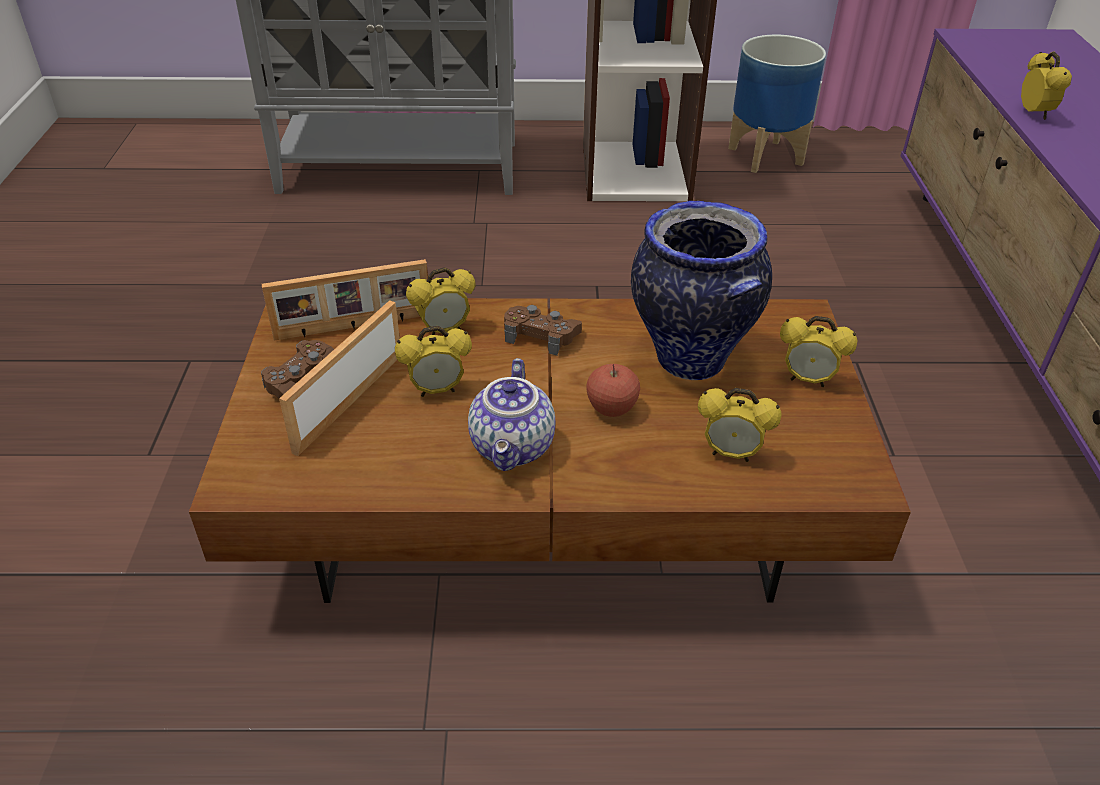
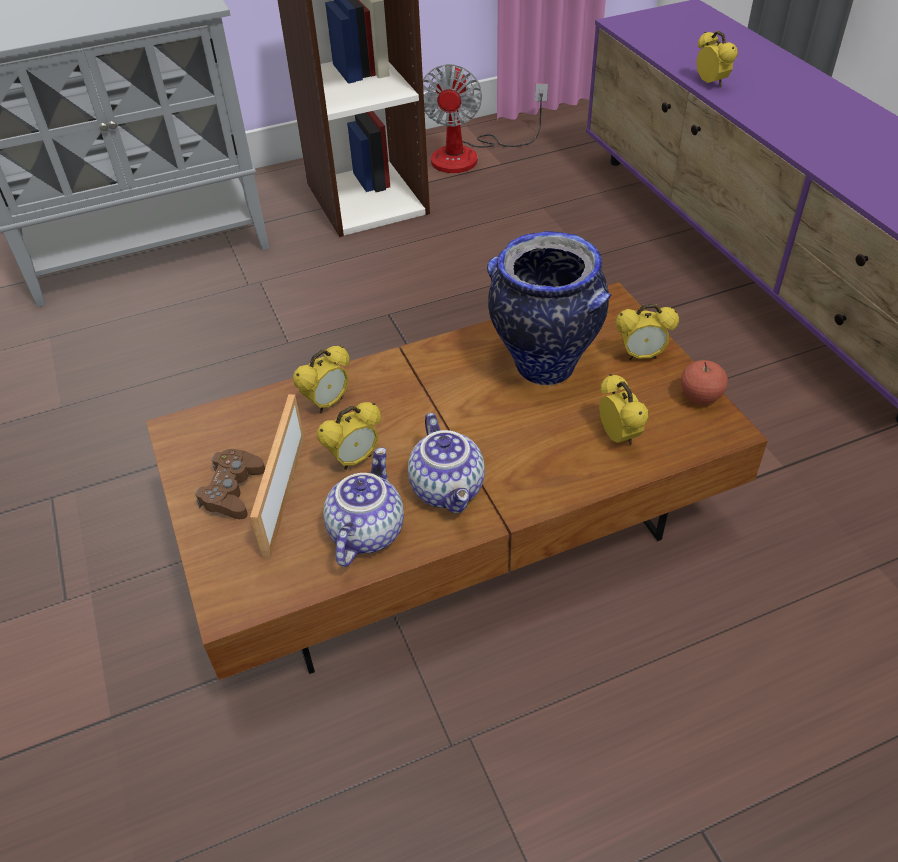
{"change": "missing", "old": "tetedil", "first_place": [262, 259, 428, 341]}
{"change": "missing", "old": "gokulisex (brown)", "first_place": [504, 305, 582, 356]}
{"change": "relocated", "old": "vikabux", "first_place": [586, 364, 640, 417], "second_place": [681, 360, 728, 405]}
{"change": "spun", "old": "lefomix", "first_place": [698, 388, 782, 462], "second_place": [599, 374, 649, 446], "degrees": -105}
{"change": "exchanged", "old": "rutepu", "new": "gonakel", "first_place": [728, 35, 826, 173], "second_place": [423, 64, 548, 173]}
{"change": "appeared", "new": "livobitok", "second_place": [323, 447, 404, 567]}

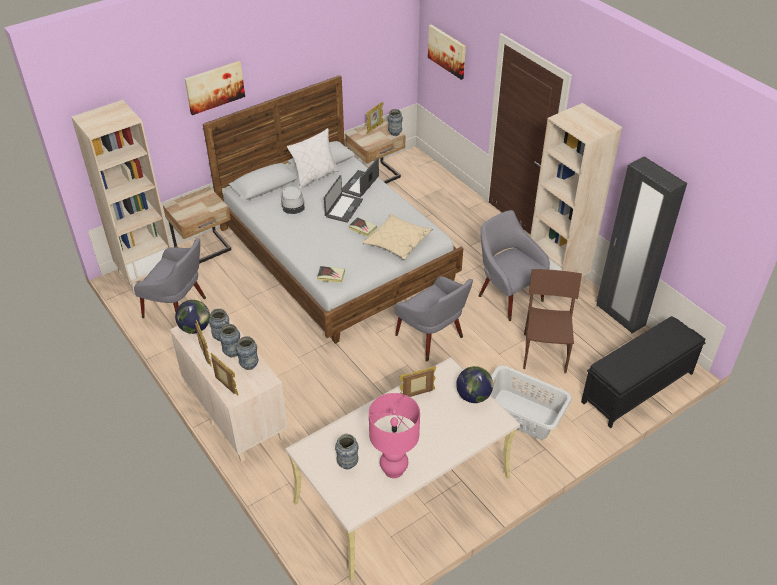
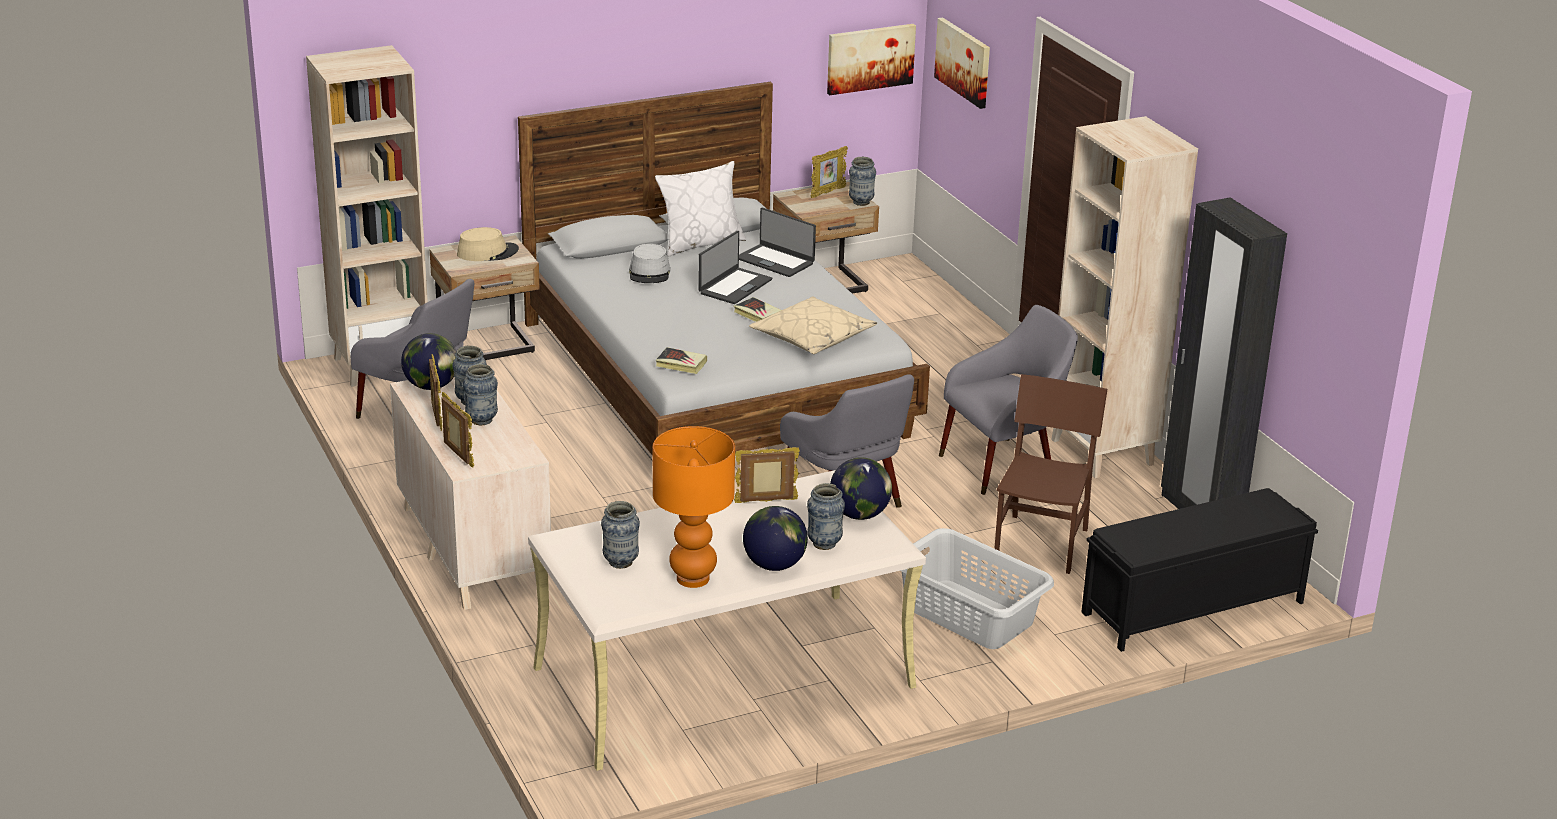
{"change": "relocated", "old": "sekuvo", "first_place": [184, 61, 245, 115], "second_place": [827, 24, 916, 95]}
{"change": "relocated", "old": "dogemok", "first_place": [236, 336, 258, 370], "second_place": [807, 483, 845, 550]}
{"change": "spun", "old": "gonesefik", "first_place": [342, 158, 379, 197], "second_place": [739, 207, 816, 277], "degrees": -90}
{"change": "colour", "old": "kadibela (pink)", "new": "kadibela (orange)", "first_place": [369, 393, 420, 478], "second_place": [653, 426, 735, 588]}
{"change": "spun", "old": "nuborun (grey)", "first_place": [479, 210, 550, 321], "second_place": [939, 305, 1078, 495], "degrees": 90}
{"change": "appeared", "new": "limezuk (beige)", "second_place": [457, 227, 519, 261]}
{"change": "appeared", "new": "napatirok", "second_place": [743, 506, 808, 571]}

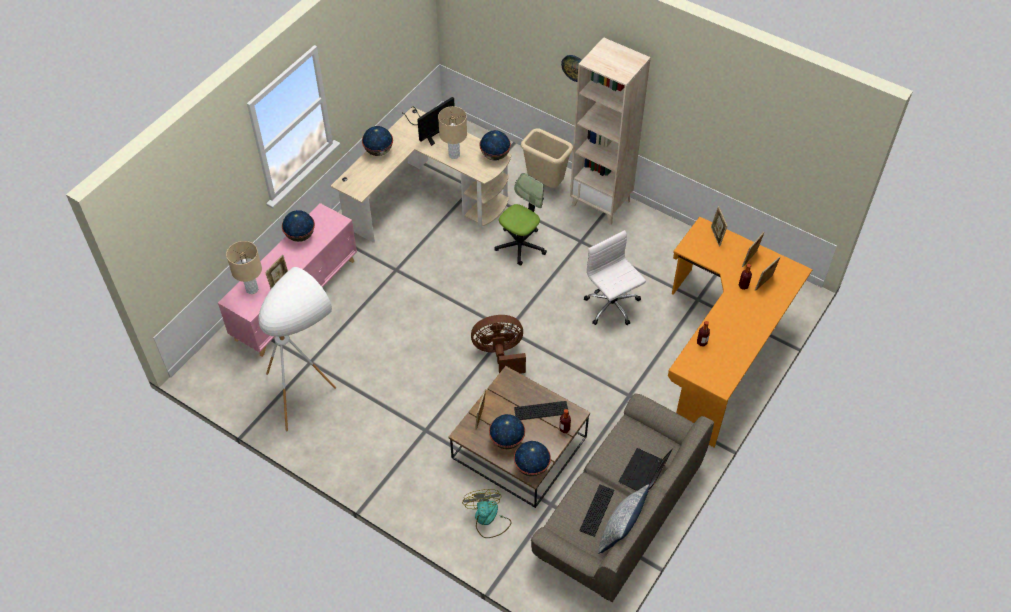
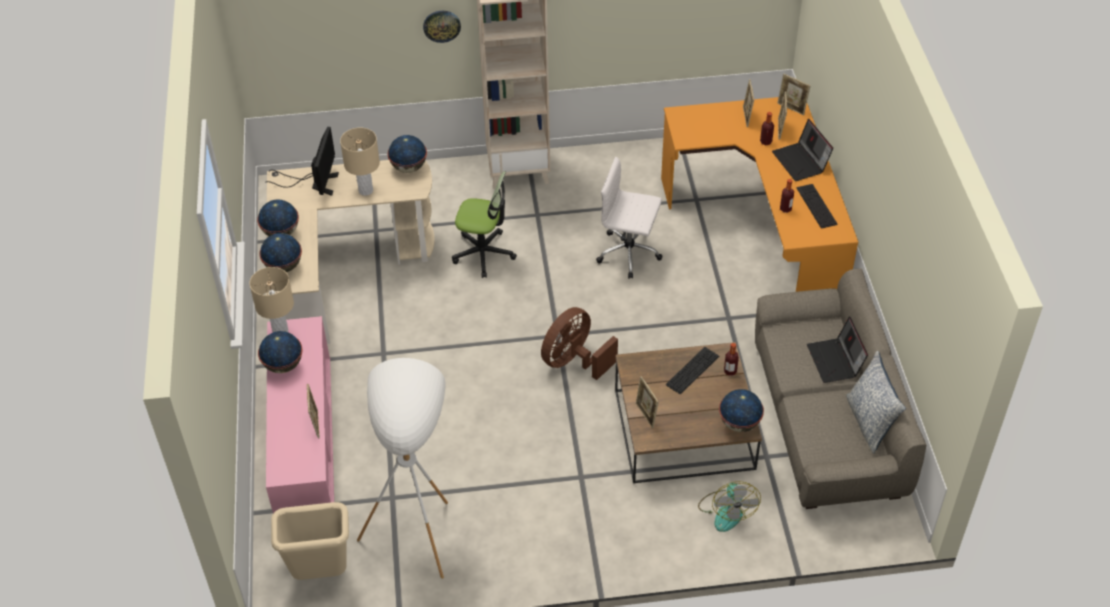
{"change": "relocated", "old": "kadibela (beige)", "first_place": [226, 241, 262, 294], "second_place": [249, 267, 294, 332]}
{"change": "spun", "old": "gonakel", "first_place": [462, 489, 512, 538], "second_place": [698, 481, 761, 532], "degrees": -135}
{"change": "relocated", "old": "napatirok", "first_place": [489, 414, 525, 449], "second_place": [259, 233, 302, 272]}
{"change": "spun", "old": "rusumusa", "first_place": [495, 173, 547, 266], "second_place": [452, 171, 517, 278], "degrees": 105}
{"change": "relocated", "old": "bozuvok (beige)", "first_place": [521, 128, 573, 188], "second_place": [271, 502, 349, 580]}
{"change": "relocated", "old": "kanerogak", "first_place": [579, 485, 615, 537], "second_place": [797, 184, 838, 229]}
{"change": "relocated", "old": "tetedil", "first_place": [711, 206, 728, 247], "second_place": [777, 74, 810, 115]}
{"change": "appeared", "new": "gonesefik", "second_place": [772, 119, 833, 181]}

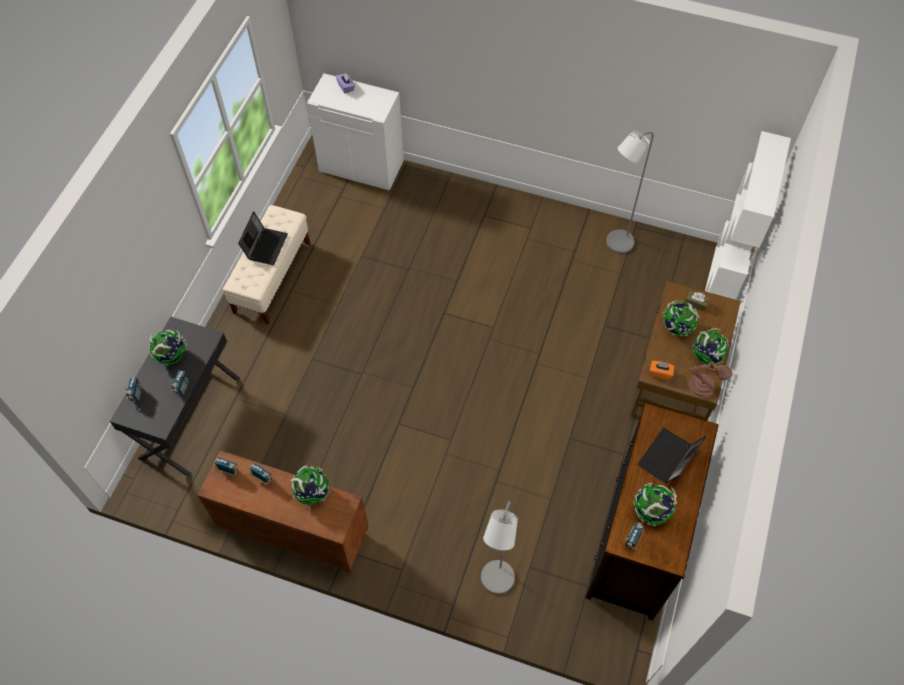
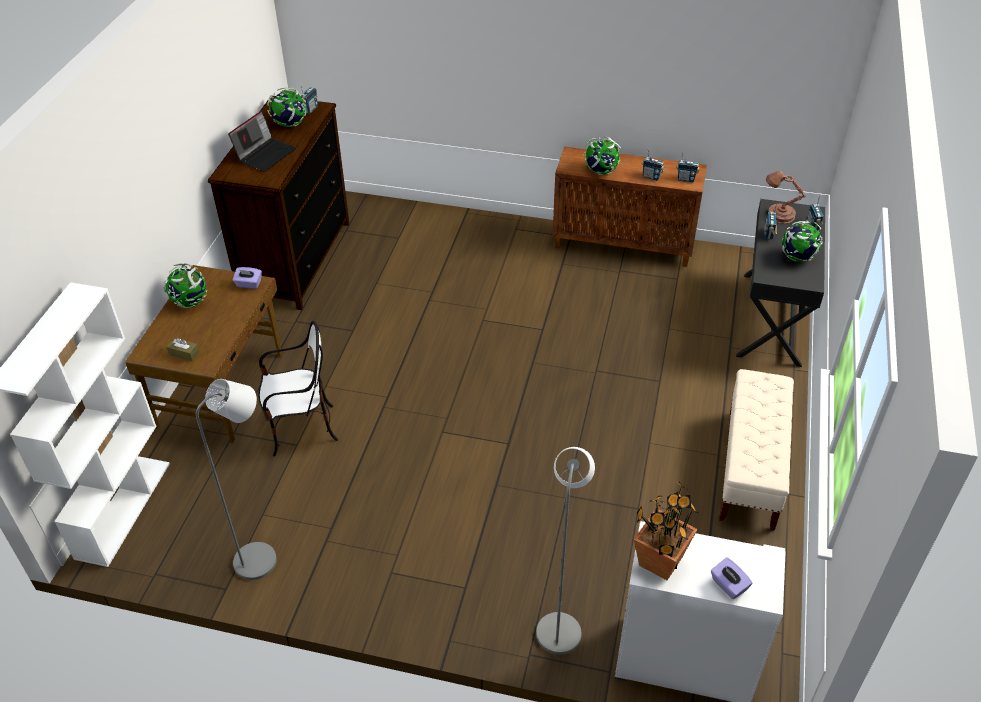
{"change": "missing", "old": "gonesefik", "first_place": [238, 212, 288, 265]}
{"change": "relocated", "old": "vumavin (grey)", "first_place": [481, 501, 518, 594], "second_place": [536, 447, 595, 655]}
{"change": "colour", "old": "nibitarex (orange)", "new": "nibitarex (purple)", "first_place": [650, 361, 674, 380], "second_place": [232, 267, 262, 289]}
{"change": "missing", "old": "napatirok", "first_place": [662, 300, 700, 336]}
{"change": "relocated", "old": "kadibela (brown)", "first_place": [689, 362, 732, 398], "second_place": [766, 171, 806, 224]}
{"change": "appeared", "new": "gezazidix", "second_place": [258, 321, 338, 456]}
{"change": "appeared", "new": "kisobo", "second_place": [634, 481, 698, 580]}

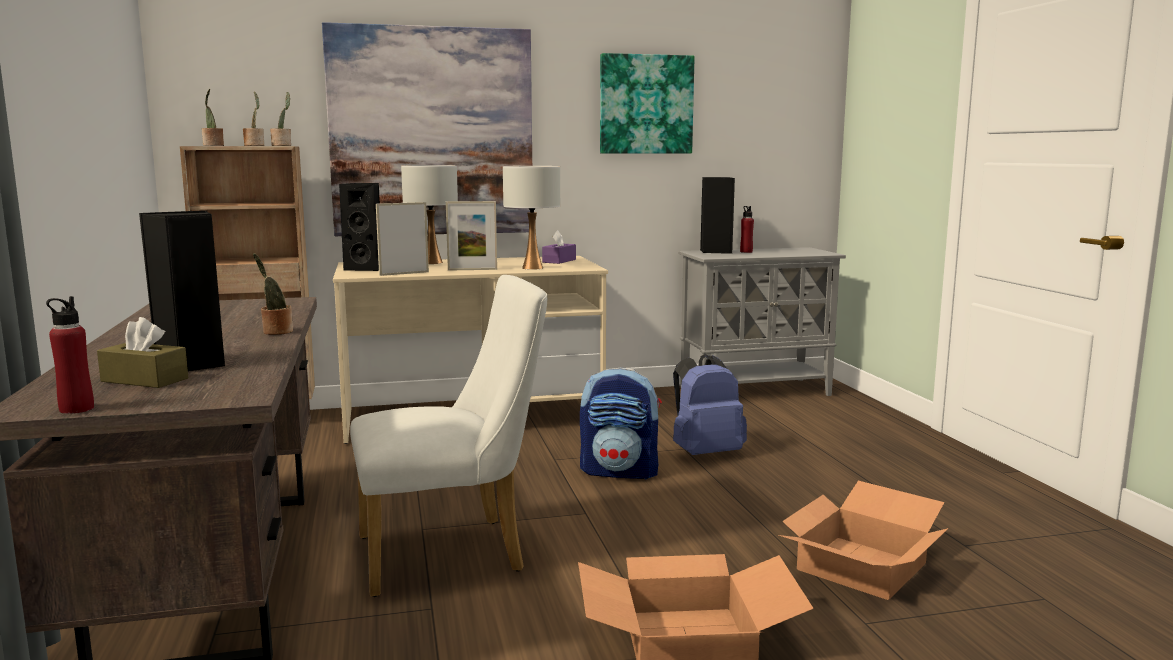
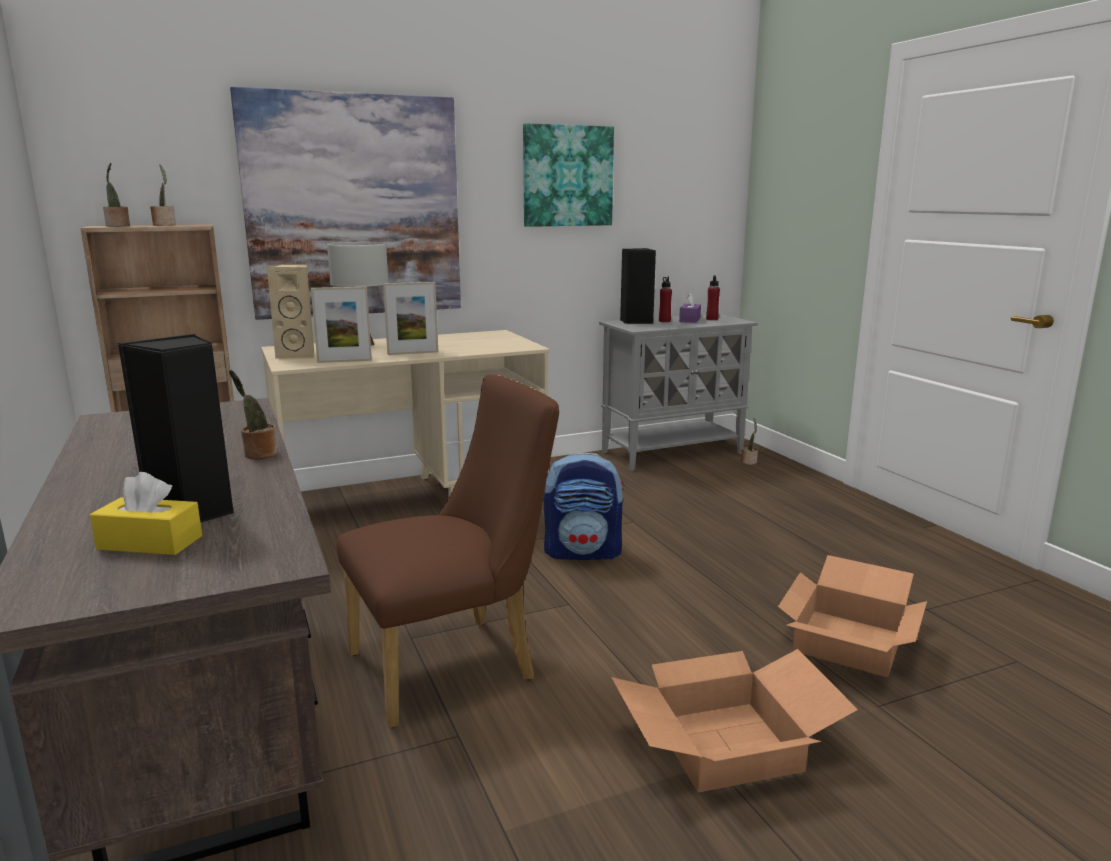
{"change": "relocated", "old": "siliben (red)", "first_place": [46, 296, 94, 414], "second_place": [706, 275, 720, 320]}
{"change": "colour", "old": "nibitarex (brown)", "new": "nibitarex (yellow)", "first_place": [97, 317, 188, 388], "second_place": [90, 472, 202, 555]}
{"change": "relocated", "old": "kisobo", "first_place": [270, 92, 291, 146], "second_place": [741, 418, 758, 465]}
{"change": "colour", "old": "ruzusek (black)", "new": "ruzusek (beige)", "first_place": [339, 183, 380, 271], "second_place": [266, 264, 315, 359]}
{"change": "colour", "old": "gezazidix (white)", "new": "gezazidix (brown)", "first_place": [350, 275, 547, 597], "second_place": [337, 374, 559, 728]}
{"change": "spun", "old": "tetedil", "first_place": [376, 202, 429, 276], "second_place": [311, 287, 372, 363], "degrees": -150}
{"change": "missing", "old": "kadibela (white)", "first_place": [503, 166, 560, 270]}
{"change": "relocated", "old": "nibitarex (purple)", "first_place": [542, 230, 576, 264], "second_place": [679, 293, 701, 323]}
{"change": "missing", "old": "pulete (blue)", "first_place": [673, 354, 747, 455]}

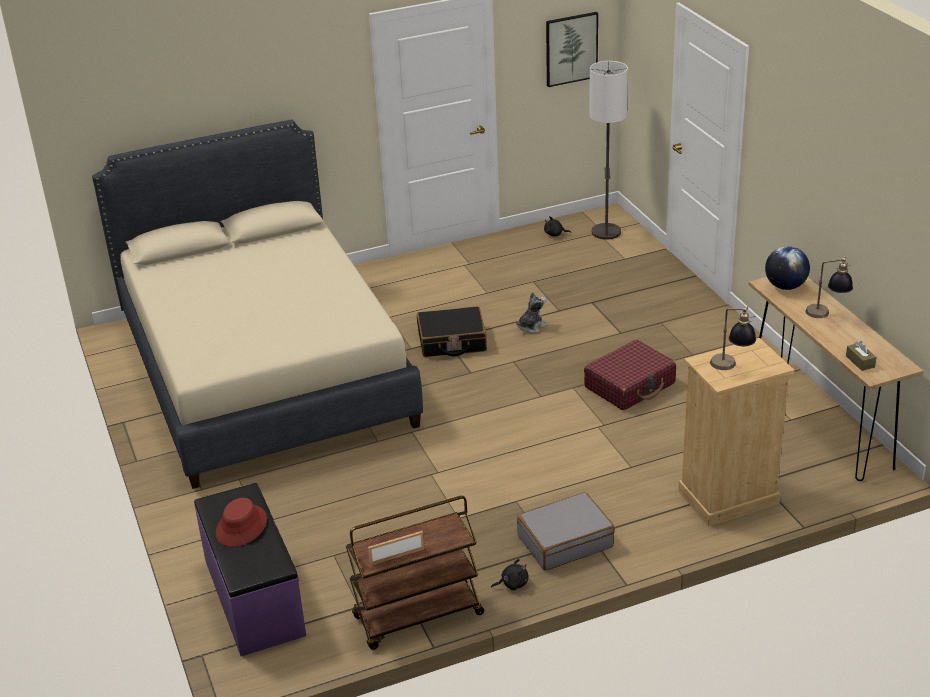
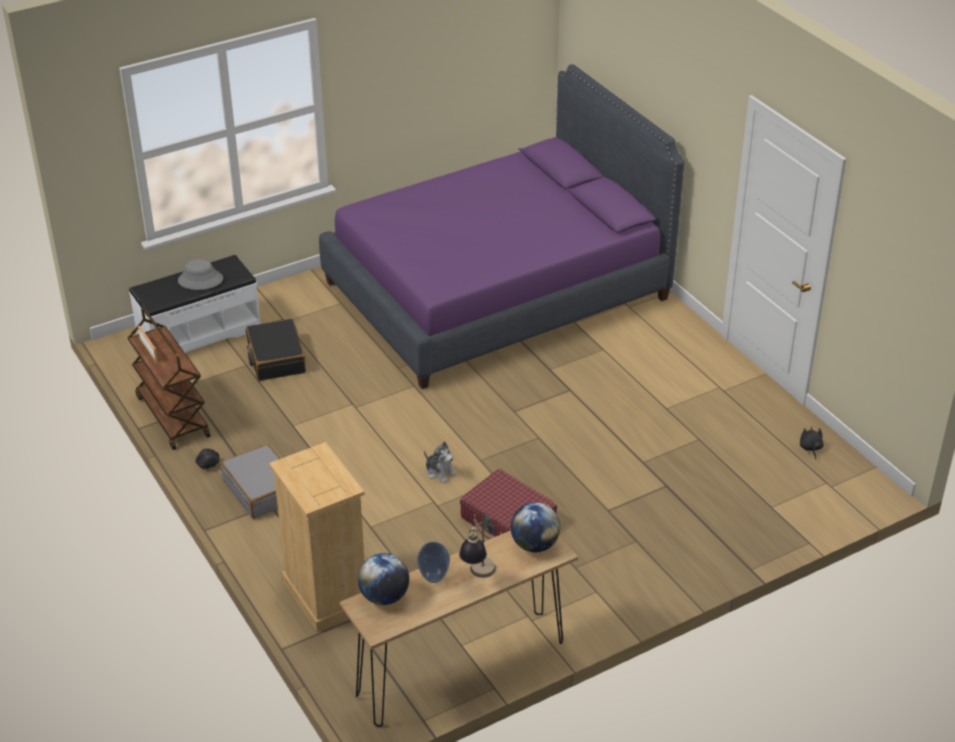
{"change": "colour", "old": "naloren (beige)", "new": "naloren (purple)", "first_place": [92, 120, 423, 489], "second_place": [319, 64, 684, 389]}
{"change": "colour", "old": "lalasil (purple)", "new": "lalasil (white)", "first_place": [194, 483, 306, 656], "second_place": [129, 255, 261, 353]}
{"change": "colour", "old": "limezuk (red)", "new": "limezuk (grey)", "first_place": [216, 498, 267, 547], "second_place": [178, 259, 223, 290]}
{"change": "relocated", "old": "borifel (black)", "first_place": [417, 307, 487, 357], "second_place": [246, 319, 306, 381]}
{"change": "relocated", "old": "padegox", "first_place": [516, 292, 547, 333], "second_place": [424, 442, 457, 483]}
{"change": "missing", "old": "sekuvo", "first_place": [546, 12, 598, 87]}
{"change": "missing", "old": "vumavin", "first_place": [589, 61, 628, 240]}
{"change": "missing", "old": "kadibela", "first_place": [710, 306, 756, 370]}
{"change": "exchanged", "old": "nibitarex (brown)", "new": "napatirok", "first_place": [846, 341, 876, 371], "second_place": [358, 553, 409, 605]}
{"change": "appeared", "new": "dogemok", "second_place": [417, 542, 450, 583]}

